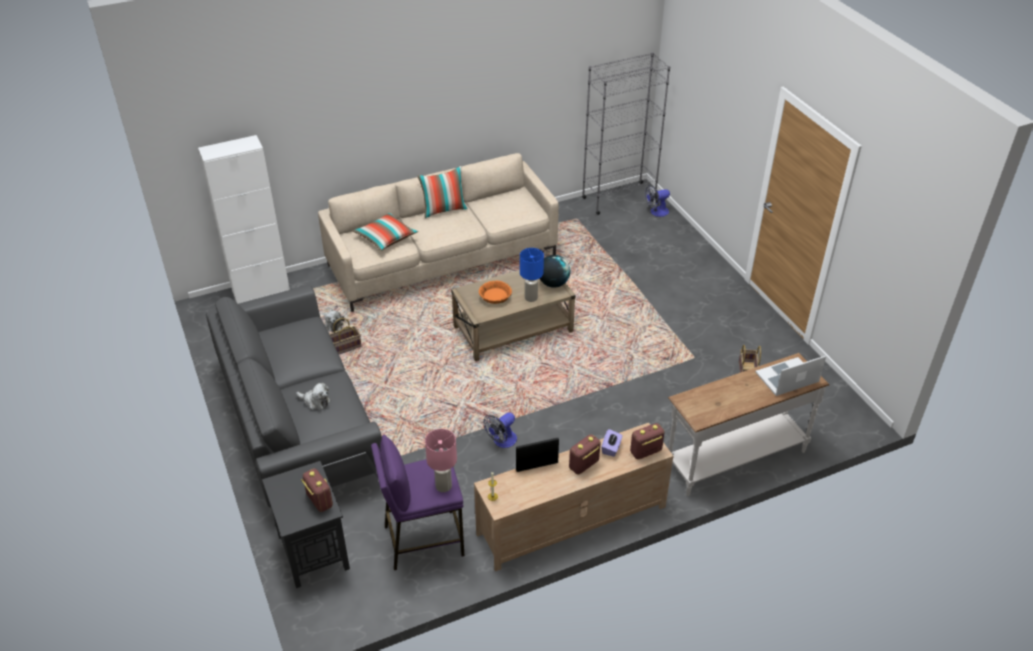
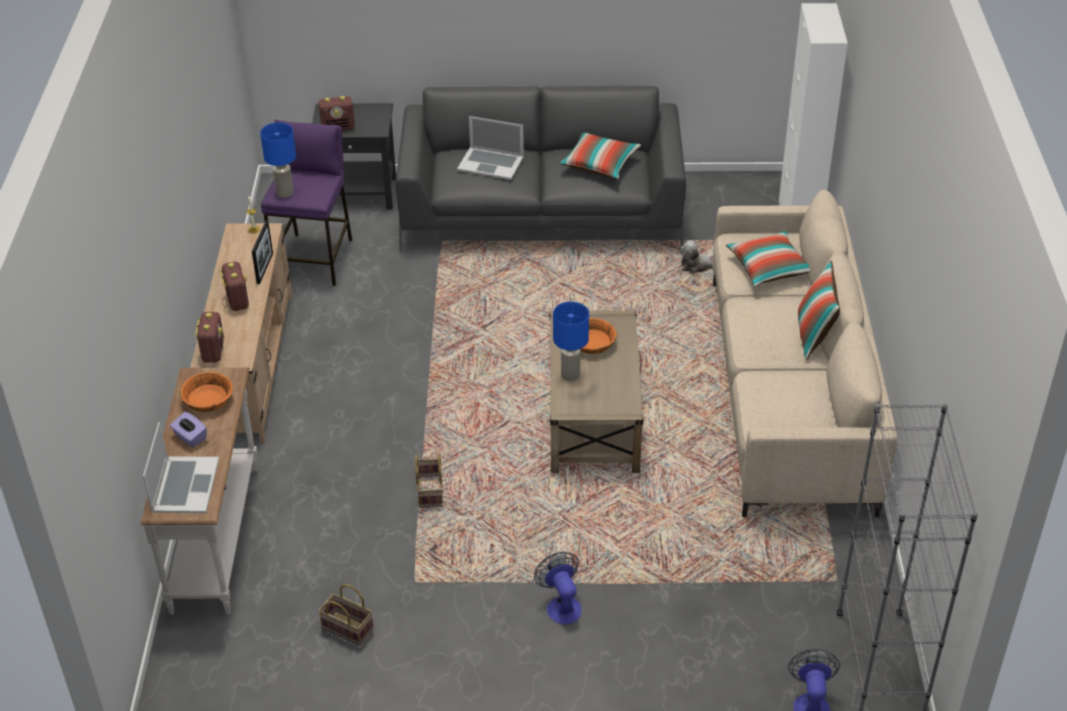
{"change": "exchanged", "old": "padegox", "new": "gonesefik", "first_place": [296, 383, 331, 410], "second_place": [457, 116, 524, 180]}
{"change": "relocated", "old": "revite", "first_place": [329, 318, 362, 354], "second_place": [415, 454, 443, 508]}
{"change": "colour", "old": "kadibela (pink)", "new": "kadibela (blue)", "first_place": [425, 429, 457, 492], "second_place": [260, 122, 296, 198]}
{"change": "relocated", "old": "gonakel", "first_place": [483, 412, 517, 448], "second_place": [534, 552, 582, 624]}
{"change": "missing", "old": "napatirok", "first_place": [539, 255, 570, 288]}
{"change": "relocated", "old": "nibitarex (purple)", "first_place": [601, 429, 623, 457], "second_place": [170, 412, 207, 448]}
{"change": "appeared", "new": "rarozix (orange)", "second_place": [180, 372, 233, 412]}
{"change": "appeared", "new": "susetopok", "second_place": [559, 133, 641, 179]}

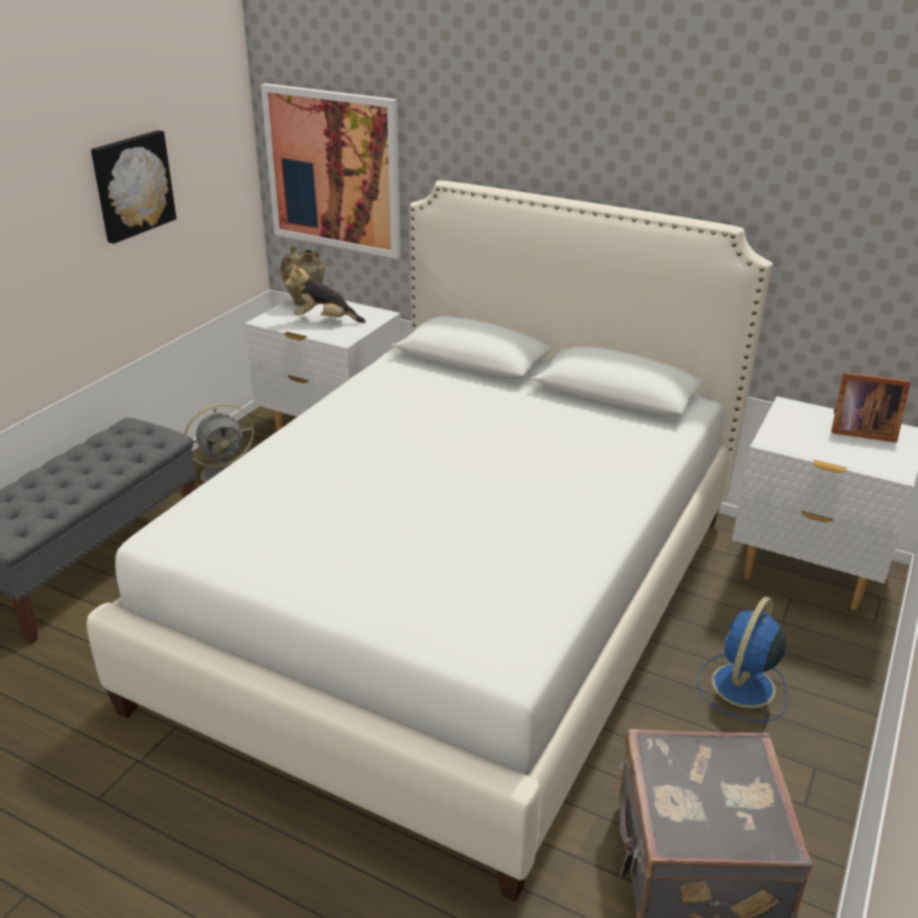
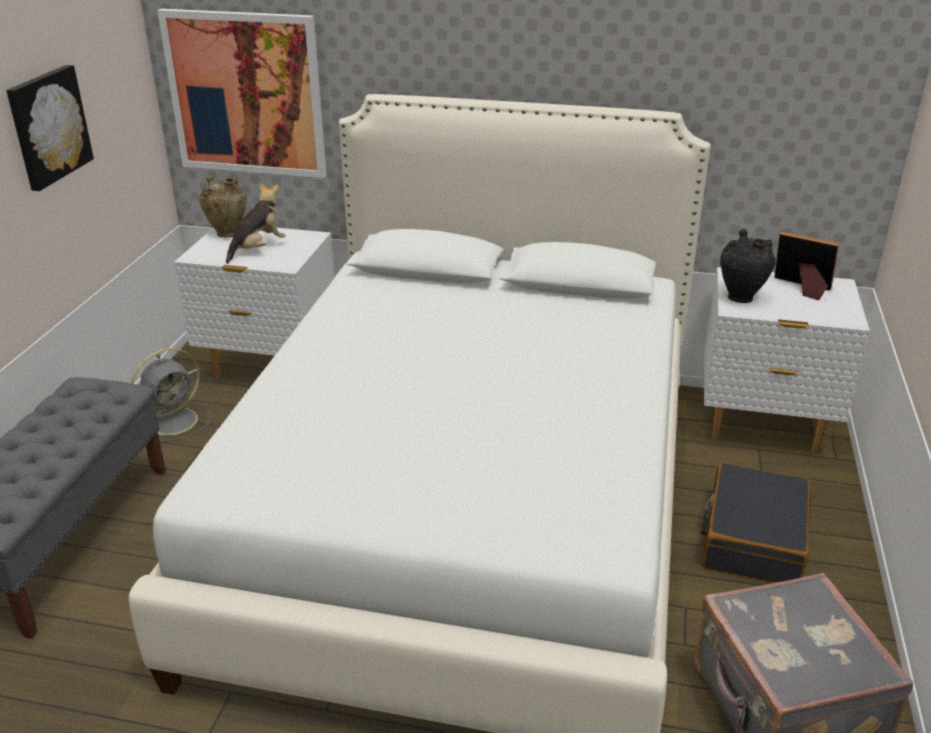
{"change": "spun", "old": "padegox", "first_place": [285, 264, 366, 323], "second_place": [226, 183, 286, 264], "degrees": 135}
{"change": "exchanged", "old": "gonakel (blue)", "new": "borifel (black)", "first_place": [697, 596, 788, 722], "second_place": [701, 462, 811, 583]}
{"change": "spun", "old": "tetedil", "first_place": [831, 372, 911, 443], "second_place": [774, 231, 839, 300], "degrees": -150}
{"change": "appeared", "new": "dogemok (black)", "second_place": [720, 229, 776, 303]}

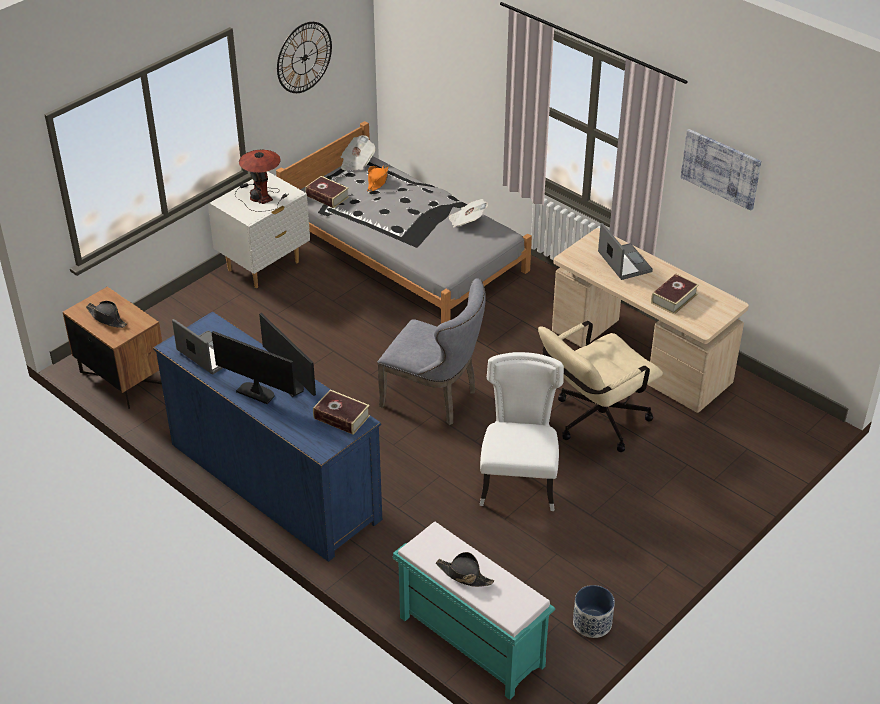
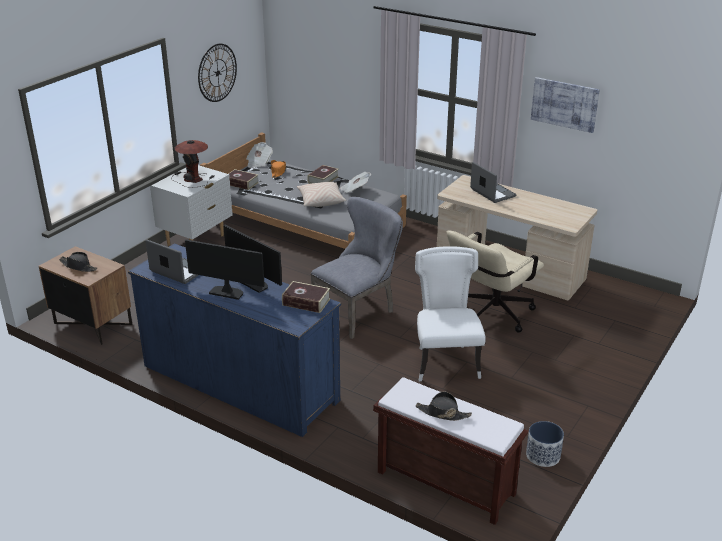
{"change": "spun", "old": "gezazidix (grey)", "first_place": [377, 278, 486, 425], "second_place": [311, 197, 403, 339], "degrees": -60}
{"change": "colour", "old": "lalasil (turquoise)", "new": "lalasil (brown)", "first_place": [393, 522, 555, 700], "second_place": [373, 377, 529, 525]}
{"change": "relocated", "old": "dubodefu", "first_place": [651, 274, 699, 315], "second_place": [307, 165, 339, 184]}
{"change": "appeared", "new": "susetopok (beige)", "second_place": [297, 182, 346, 207]}

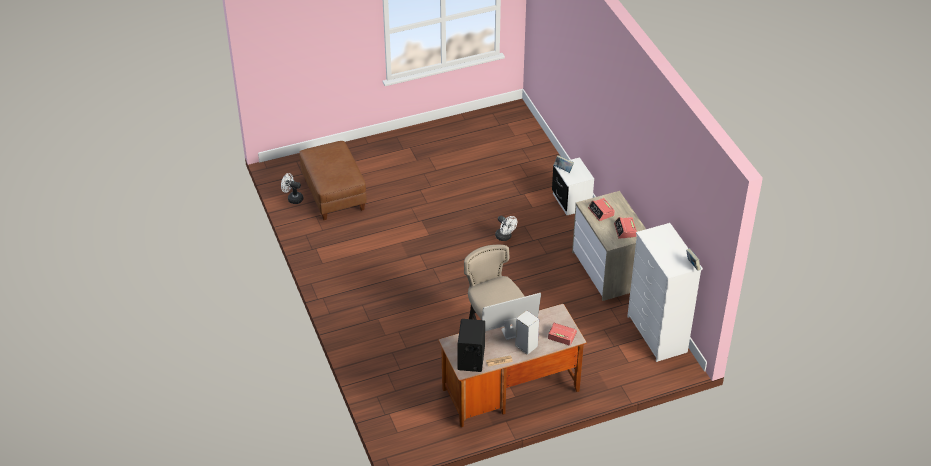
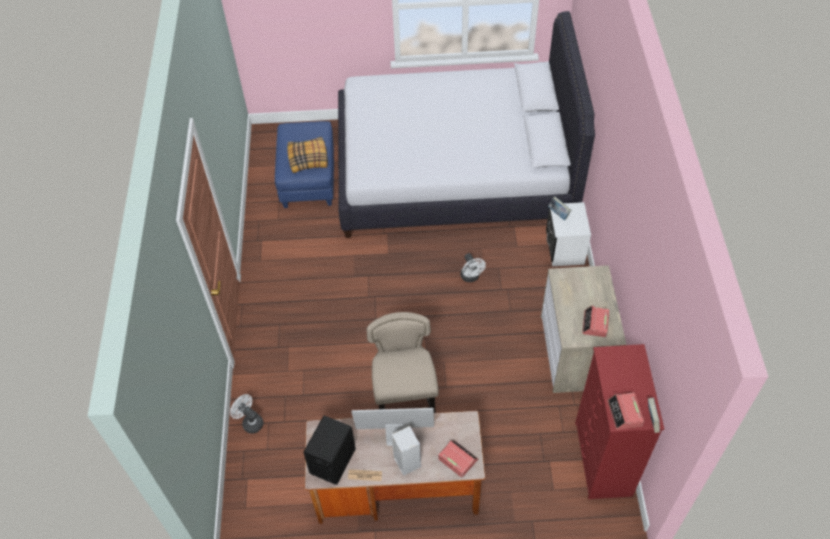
{"change": "relocated", "old": "gonakel (white)", "first_place": [281, 173, 303, 204], "second_place": [230, 394, 264, 434]}
{"change": "colour", "old": "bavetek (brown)", "new": "bavetek (blue)", "first_place": [299, 141, 367, 220], "second_place": [275, 121, 334, 208]}
{"change": "relocated", "old": "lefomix", "first_place": [588, 198, 615, 221], "second_place": [607, 392, 644, 430]}
{"change": "colour", "old": "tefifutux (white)", "new": "tefifutux (red)", "first_place": [627, 223, 703, 362], "second_place": [575, 344, 664, 499]}
{"change": "appeared", "new": "susetopok", "second_place": [287, 137, 328, 173]}
{"change": "appeared", "new": "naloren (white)", "second_place": [338, 11, 595, 238]}

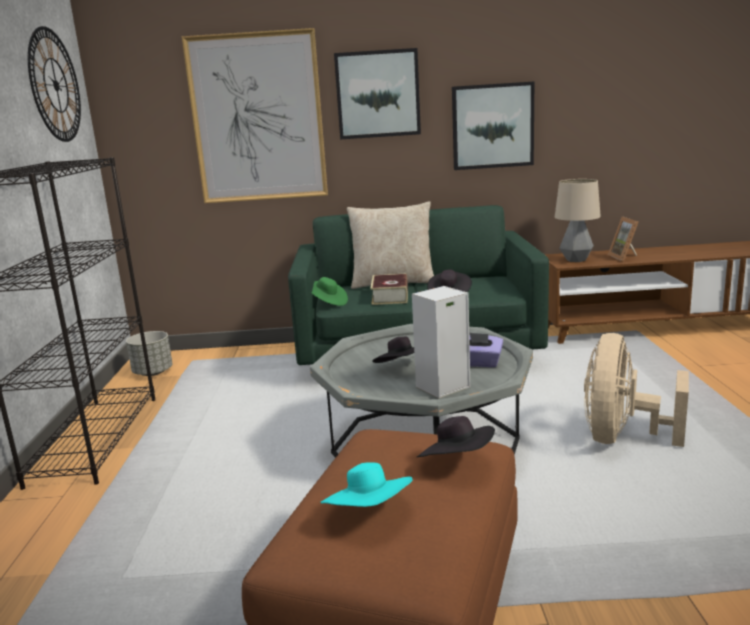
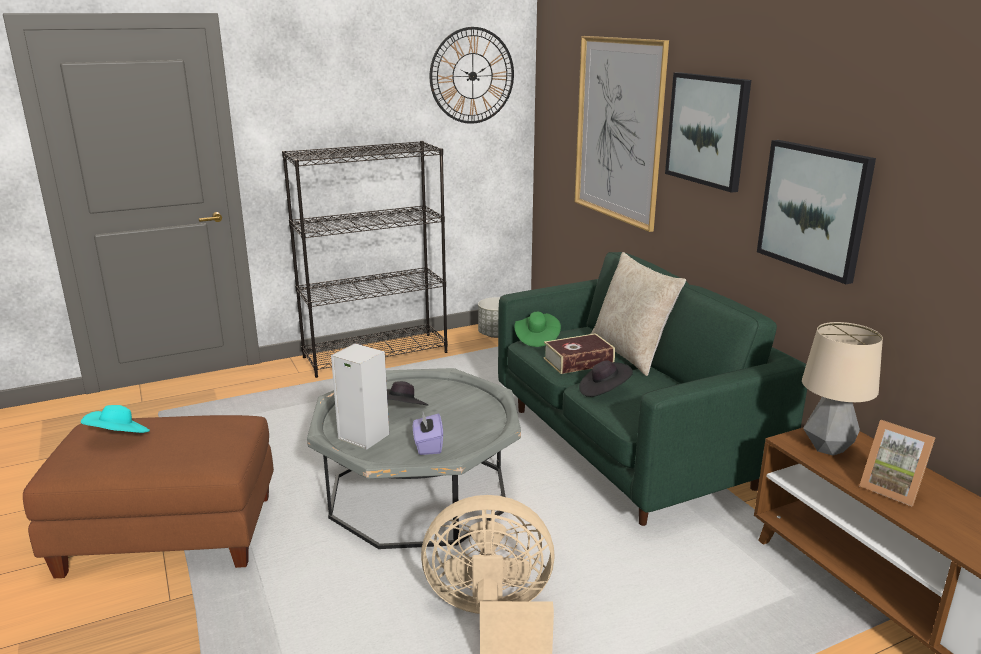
{"change": "missing", "old": "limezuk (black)", "first_place": [417, 416, 495, 457]}
{"change": "spun", "old": "tetedil", "first_place": [608, 217, 638, 262], "second_place": [859, 420, 936, 506], "degrees": -105}

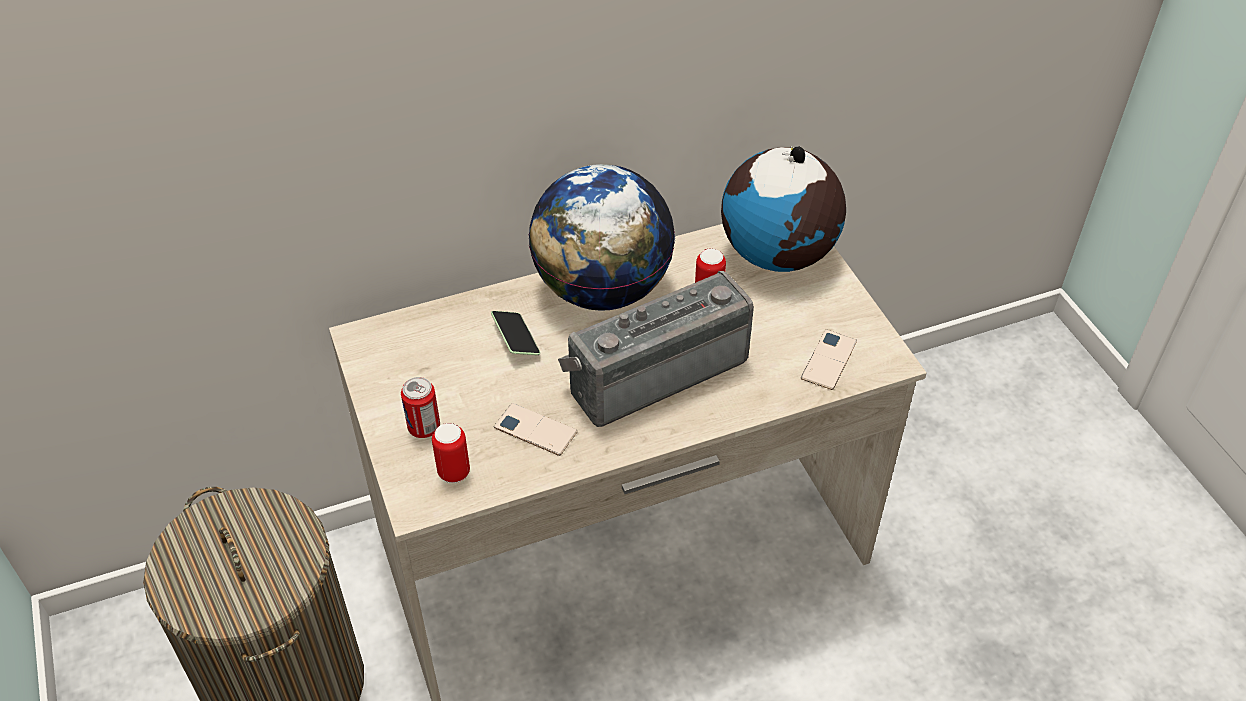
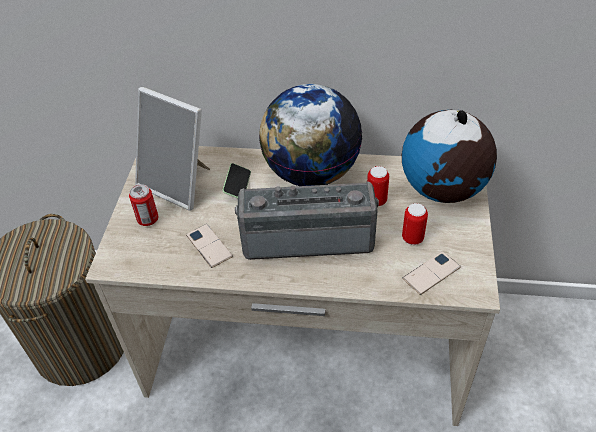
{"change": "relocated", "old": "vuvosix", "first_place": [432, 423, 470, 483], "second_place": [402, 203, 428, 245]}
{"change": "appeared", "new": "tetedil", "second_place": [135, 87, 210, 211]}

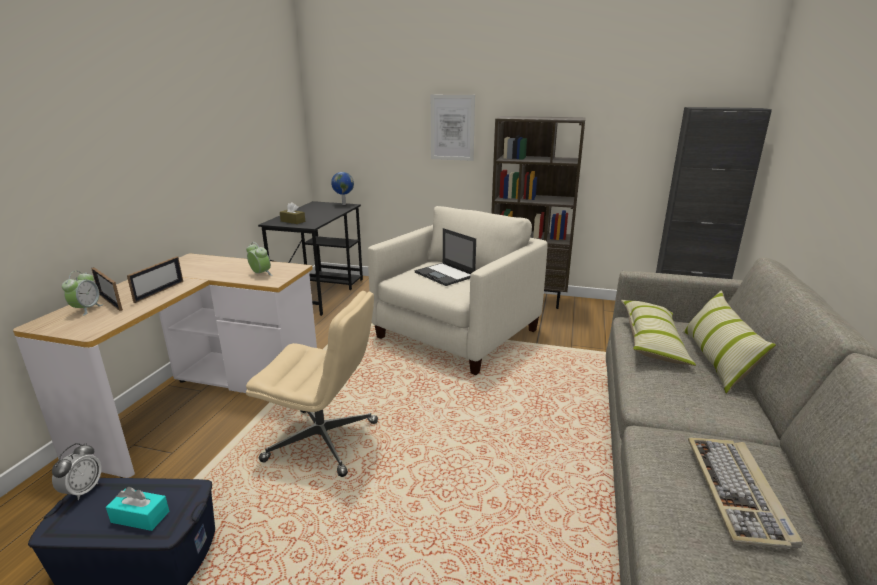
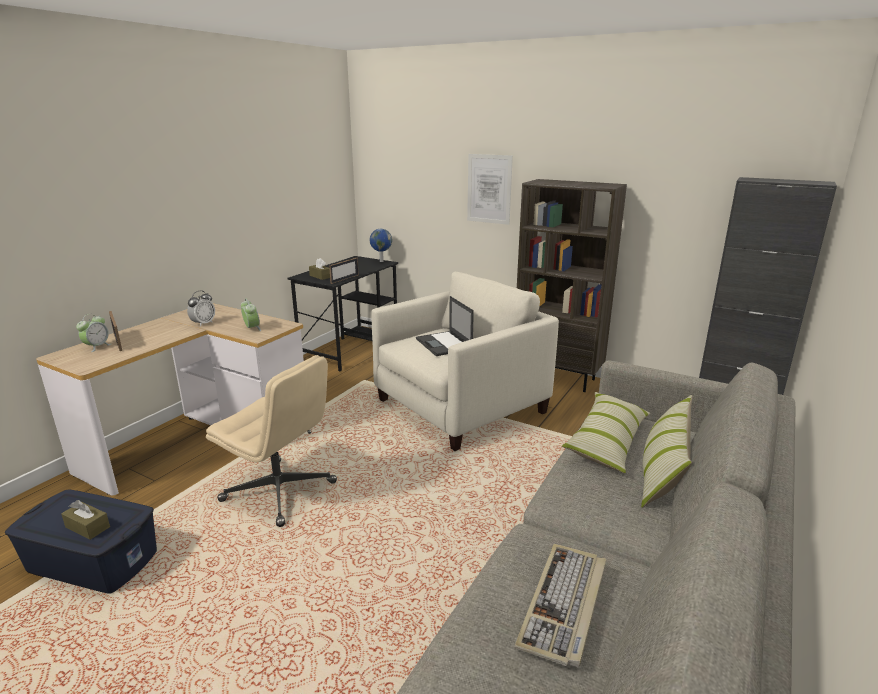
{"change": "relocated", "old": "lefomix", "first_place": [52, 443, 102, 500], "second_place": [187, 291, 215, 327]}
{"change": "colour", "old": "nibitarex (turquoise)", "new": "nibitarex (brown)", "first_place": [106, 487, 169, 531], "second_place": [61, 500, 110, 540]}
{"change": "relocated", "old": "tetedil", "first_place": [127, 256, 183, 303], "second_place": [329, 258, 359, 284]}

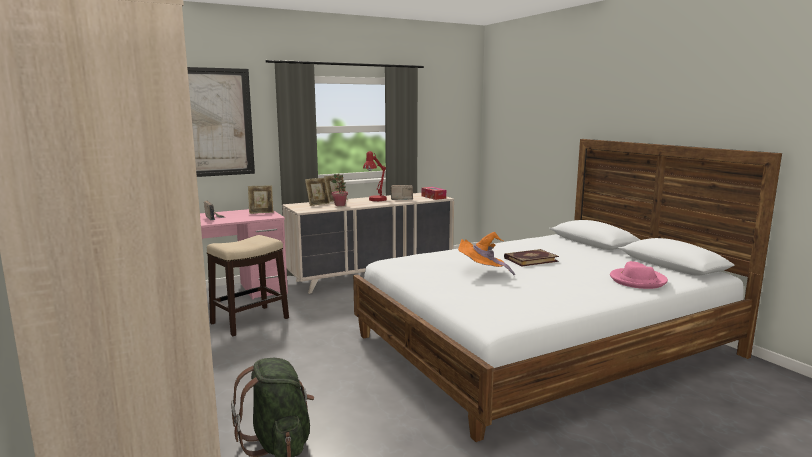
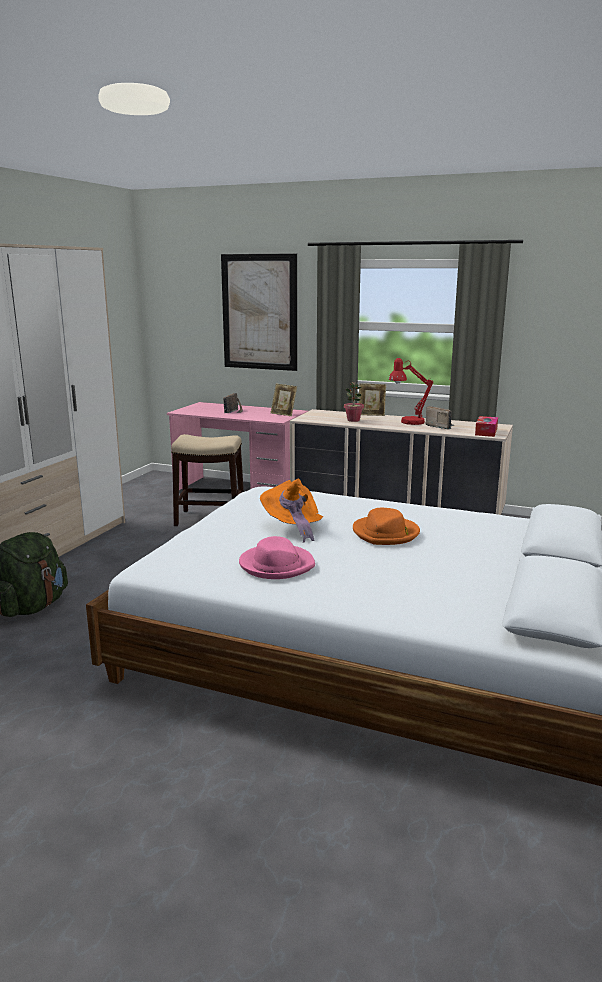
{"change": "missing", "old": "tetedil", "first_place": [305, 178, 330, 206]}
{"change": "exchanged", "old": "dubodefu", "new": "limezuk (orange)", "first_place": [504, 249, 559, 266], "second_place": [353, 508, 420, 545]}
{"change": "relocated", "old": "limezuk (pink)", "first_place": [610, 261, 668, 289], "second_place": [239, 536, 315, 579]}

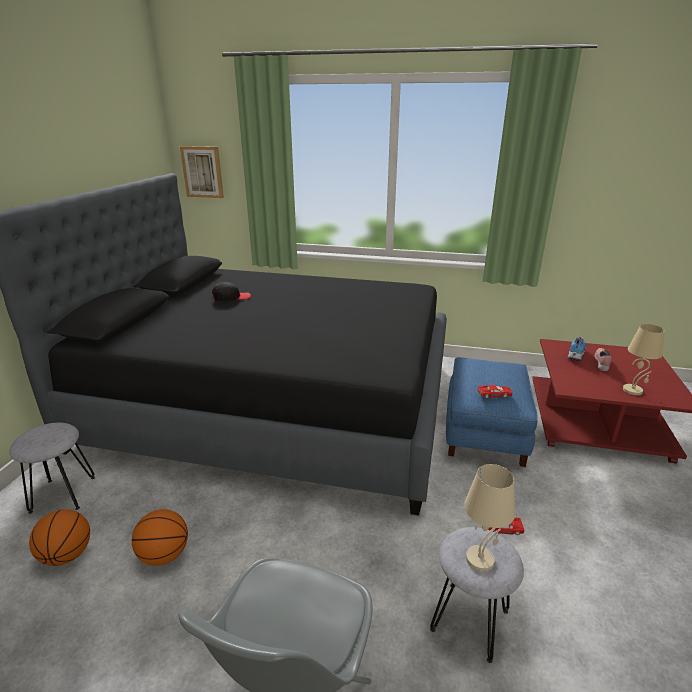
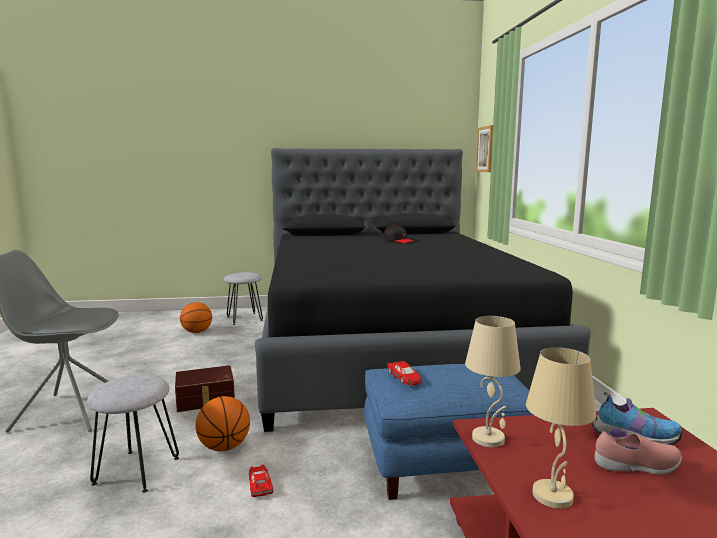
{"change": "relocated", "old": "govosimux", "first_place": [132, 509, 188, 566], "second_place": [196, 396, 250, 451]}
{"change": "relocated", "old": "kadibela (beige)", "first_place": [464, 464, 515, 572], "second_place": [465, 316, 521, 447]}
{"change": "appeared", "new": "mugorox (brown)", "second_place": [175, 365, 235, 412]}

